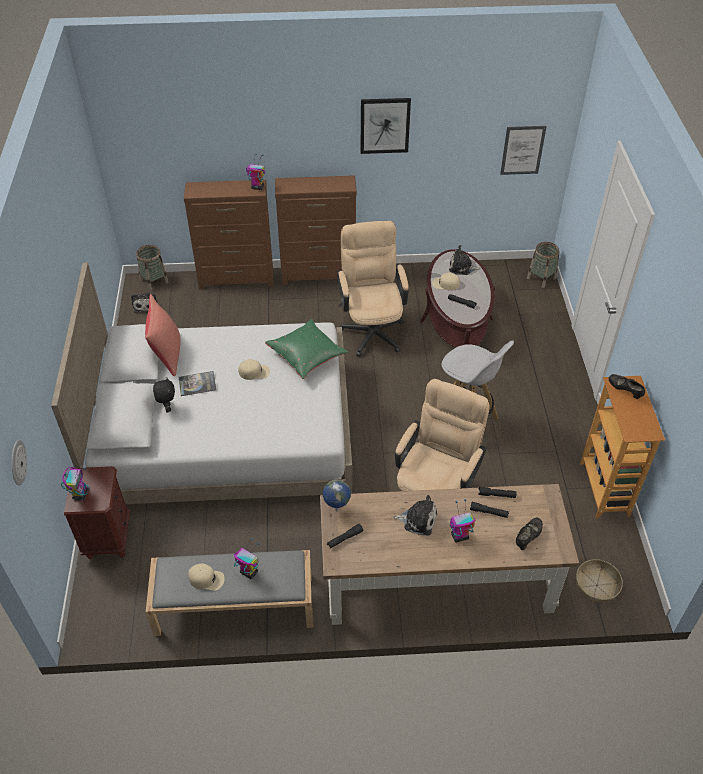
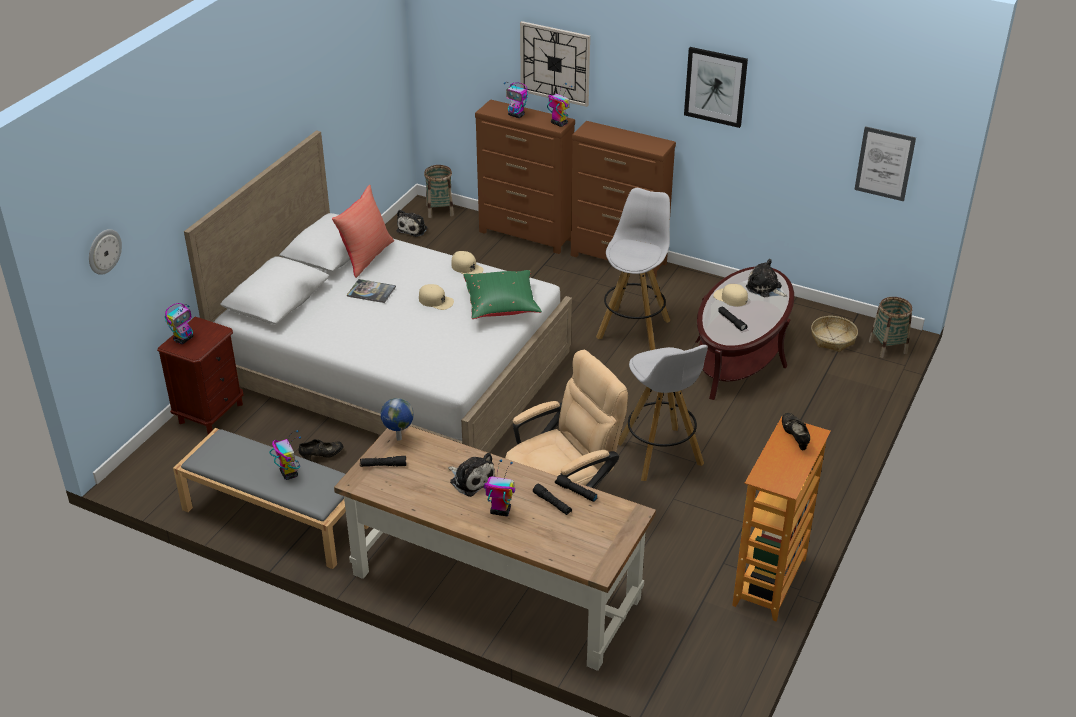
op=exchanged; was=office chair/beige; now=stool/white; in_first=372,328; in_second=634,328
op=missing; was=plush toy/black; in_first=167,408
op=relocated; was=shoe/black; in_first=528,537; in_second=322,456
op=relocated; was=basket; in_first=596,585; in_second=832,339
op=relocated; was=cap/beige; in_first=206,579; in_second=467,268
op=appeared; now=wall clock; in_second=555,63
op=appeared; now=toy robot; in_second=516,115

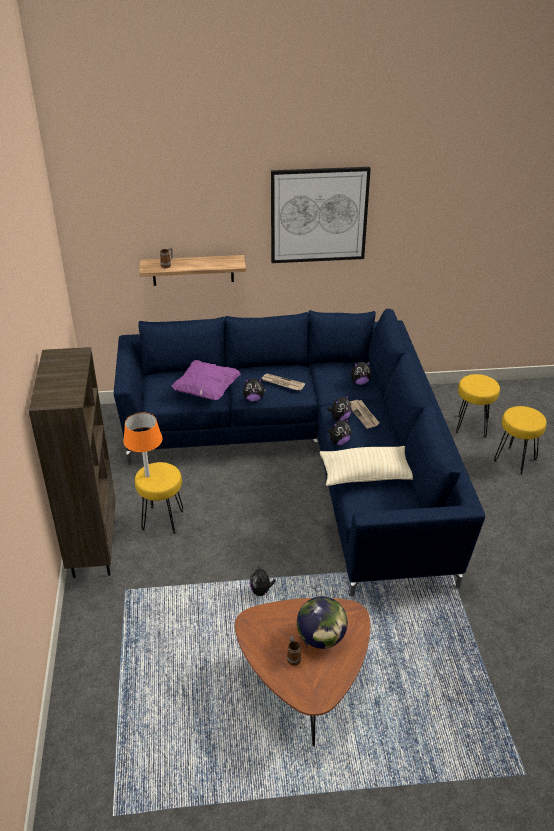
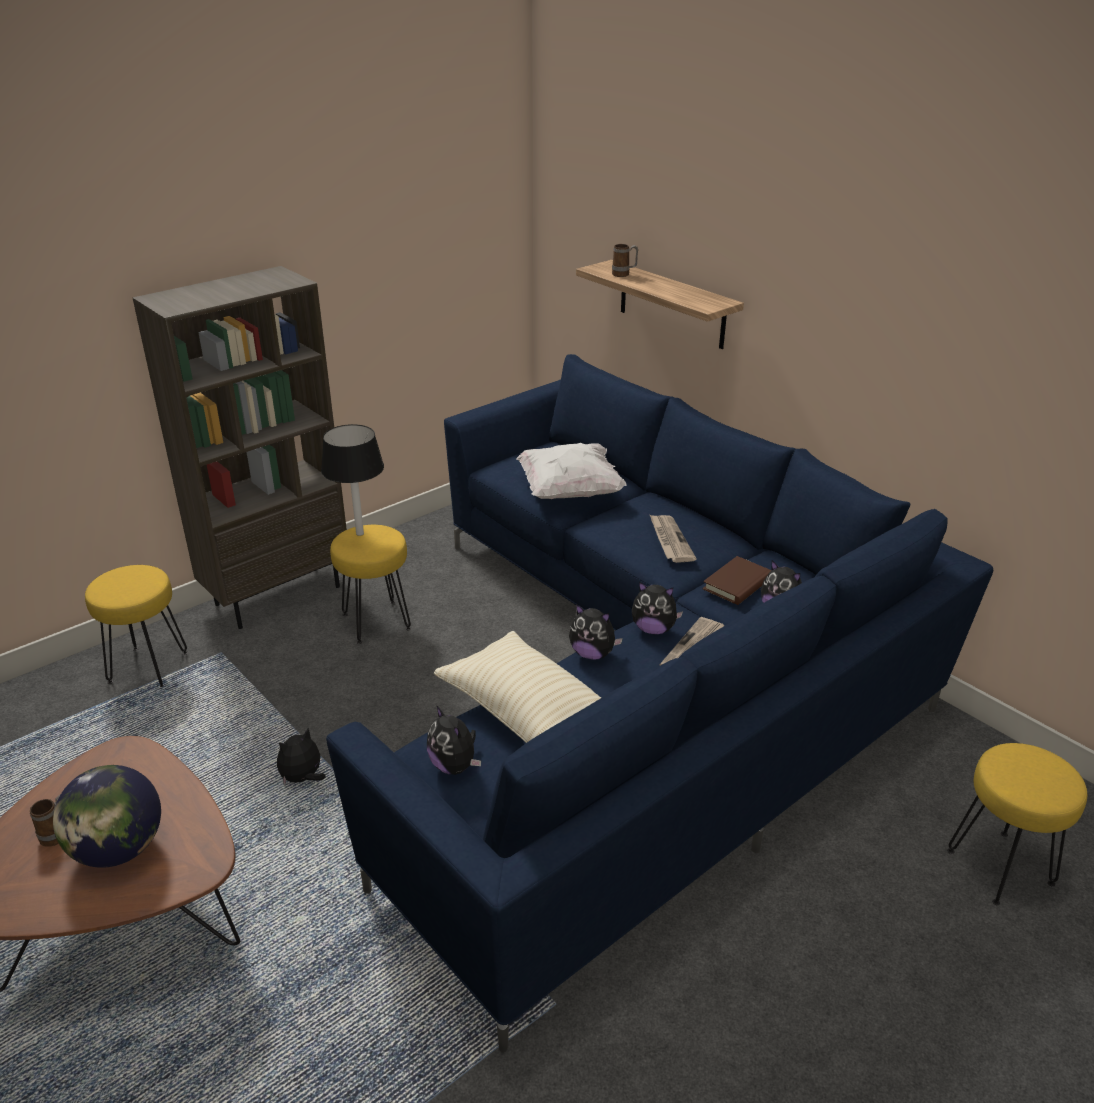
op=missing; was=picture; in_first=319,215
op=colour; was=pillow/purple; now=pillow/white; in_first=207,391; in_second=569,491
op=relocated; was=plush toy; in_first=253,399; in_second=455,766
op=relocated; was=stool/yellow; in_first=515,460; in_second=148,668
op=colour; was=table lamp/orange; now=table lamp/black; in_first=147,475; in_second=359,533
op=appeared; now=book/brown; in_second=737,584

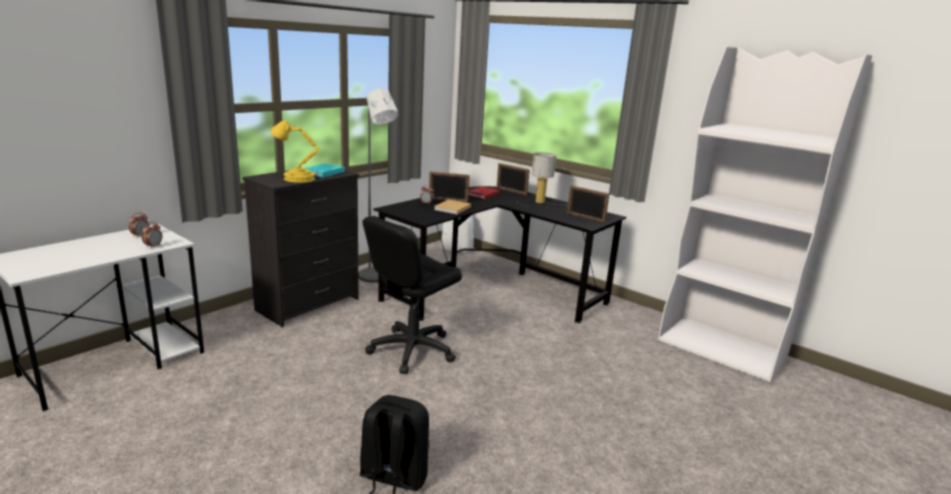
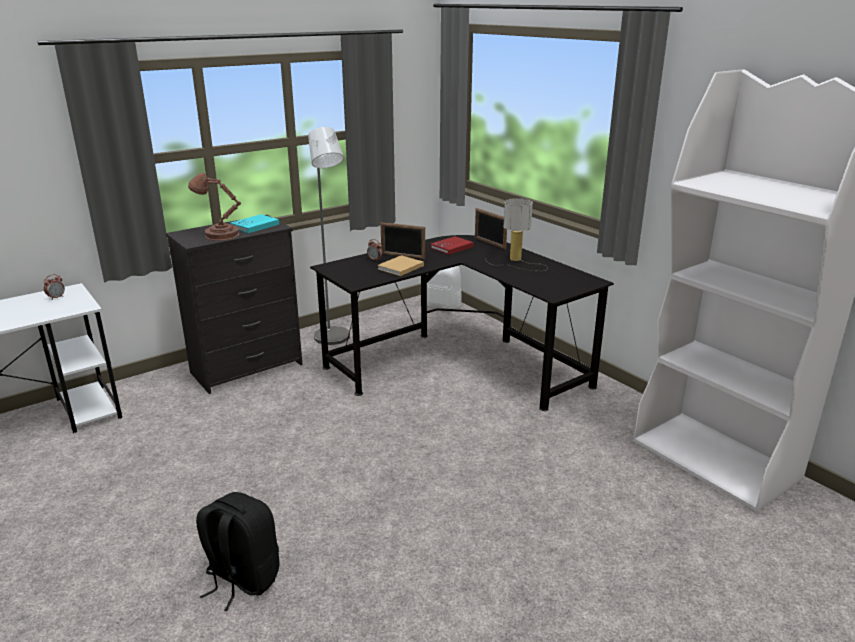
op=colour; was=table lamp/yellow; now=table lamp/brown; in_first=296,178; in_second=219,235
op=missing; was=picture frame; in_first=585,218
op=missing; was=office chair/black; in_first=412,350
op=missing; was=alarm clock; in_first=153,246

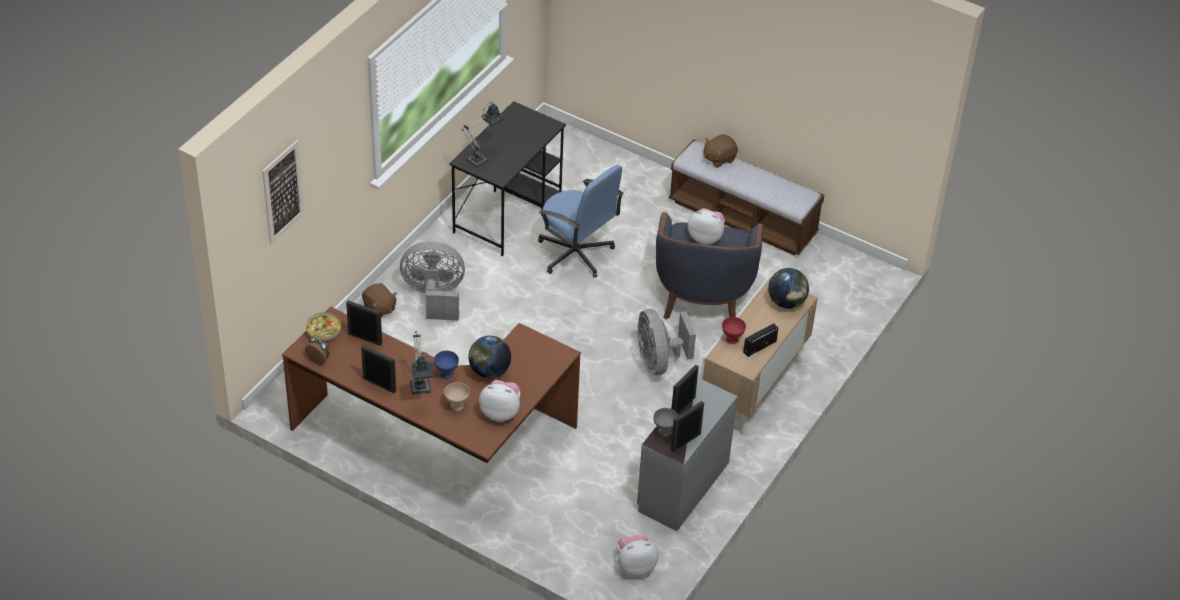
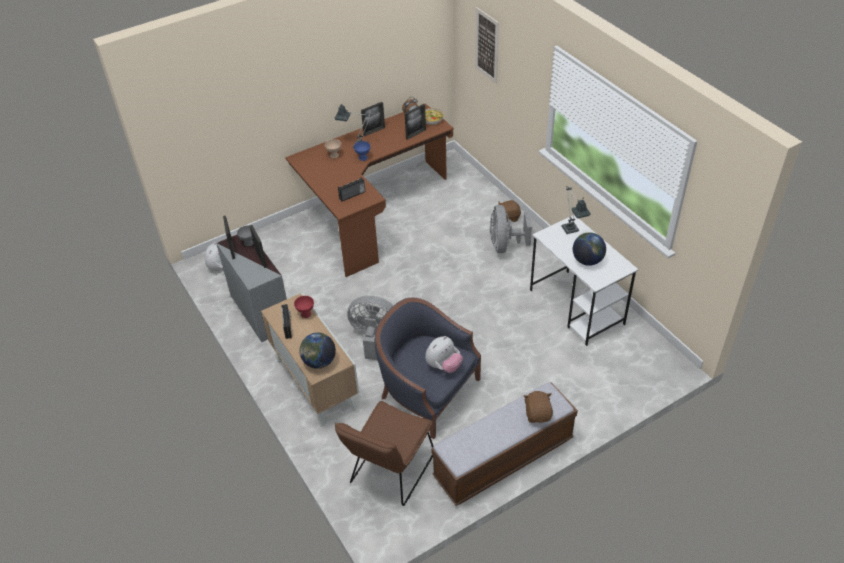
op=colour; was=desk/black; now=desk/white; in_first=508,212; in_second=577,307
op=missing; was=office chair/blue; in_first=576,254
op=spun; was=fan/grey; in_first=434,297; in_second=505,245; clockwise=150
op=relocated; was=globe; in_first=489,371; in_second=587,261
op=missing; was=plush toy; in_first=500,412
op=appeared; now=radio; in_second=352,195
op=appeared; now=chair/brown; in_second=389,473

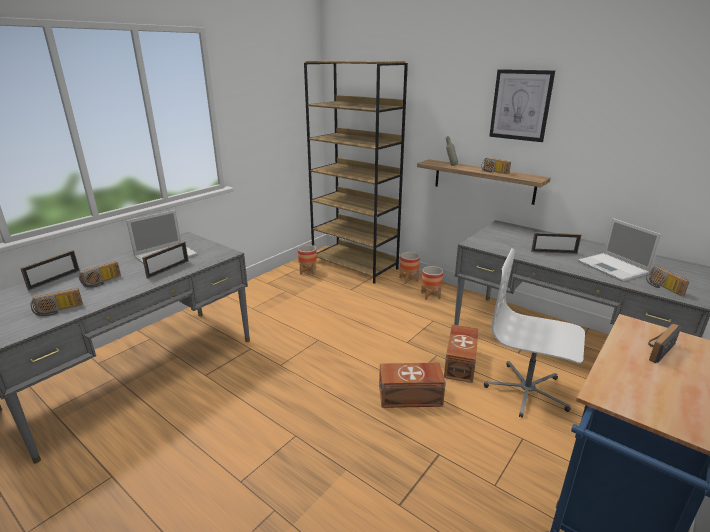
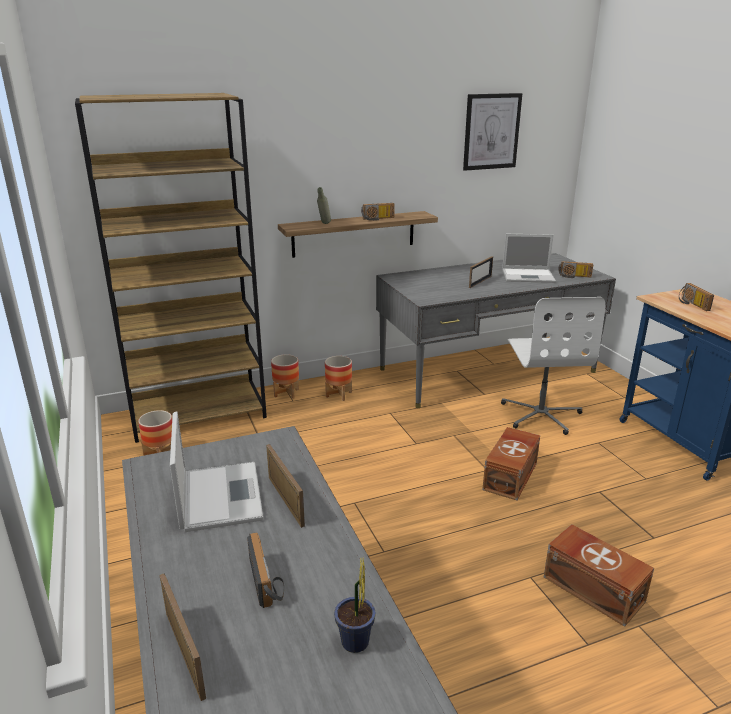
op=relocated; was=picture; in_first=520,105; in_second=491,131
op=spun; was=office chair/white; in_first=527,391; in_second=541,414; clockwise=-60
op=exchanged; was=radio; now=potted plant; in_first=58,310; in_second=355,645
op=relocated; was=storage box/brown; in_first=461,363; in_second=592,588

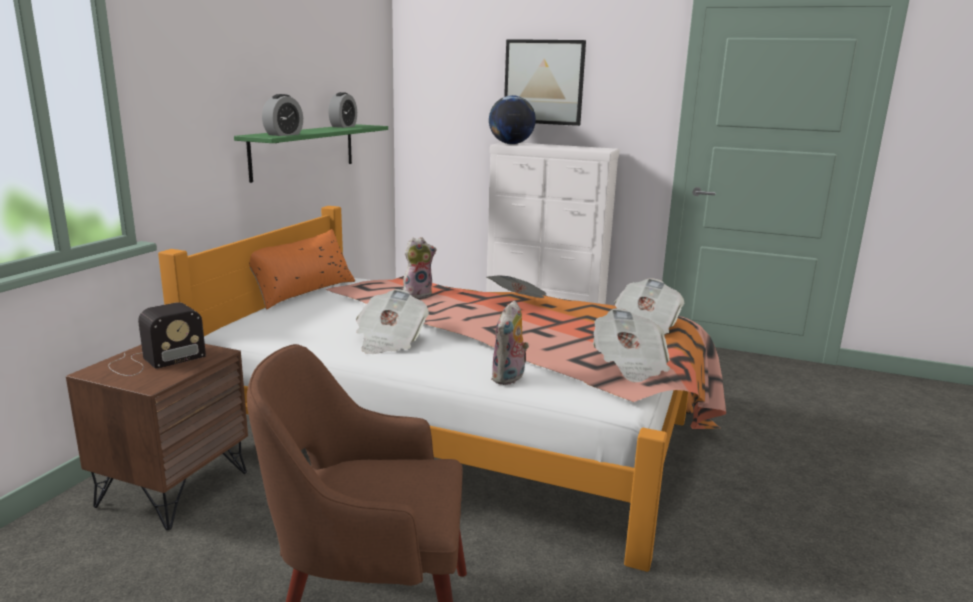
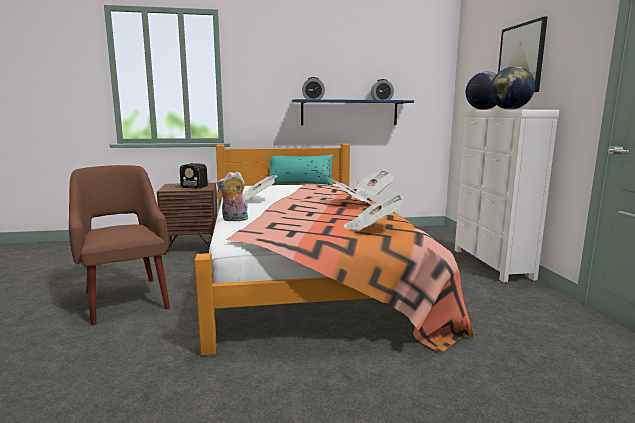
op=colour; was=shelf/green; now=shelf/blue; in_first=304,150; in_second=349,112
op=colour; was=pillow/orange; now=pillow/turquoise; in_first=303,292; in_second=300,183
op=missing; was=plush toy; in_first=418,294
op=relocated; was=newspaper; in_first=629,365; in_second=371,196
op=appeared; now=globe; in_second=509,109

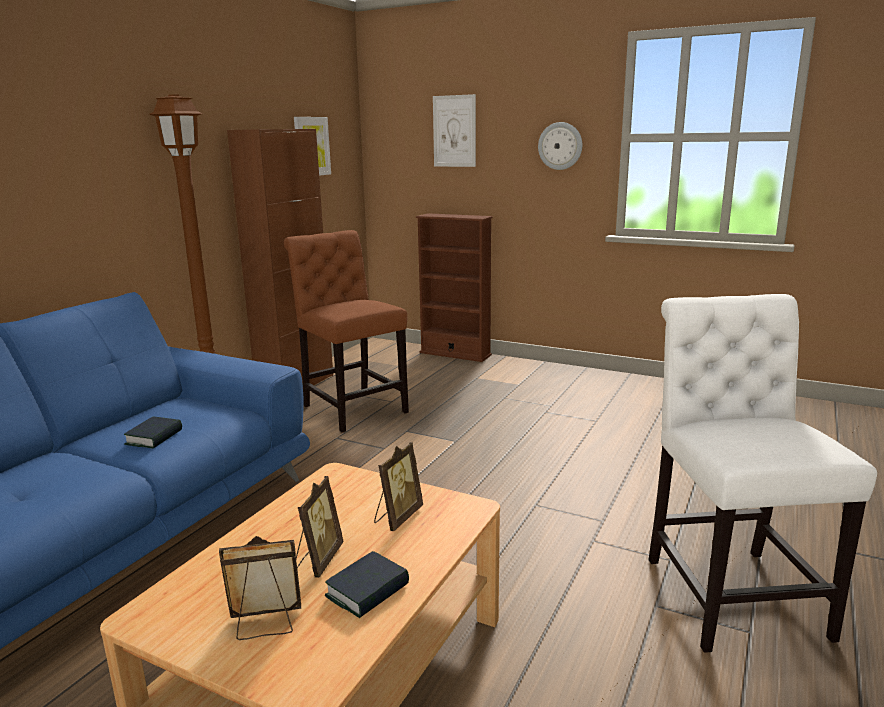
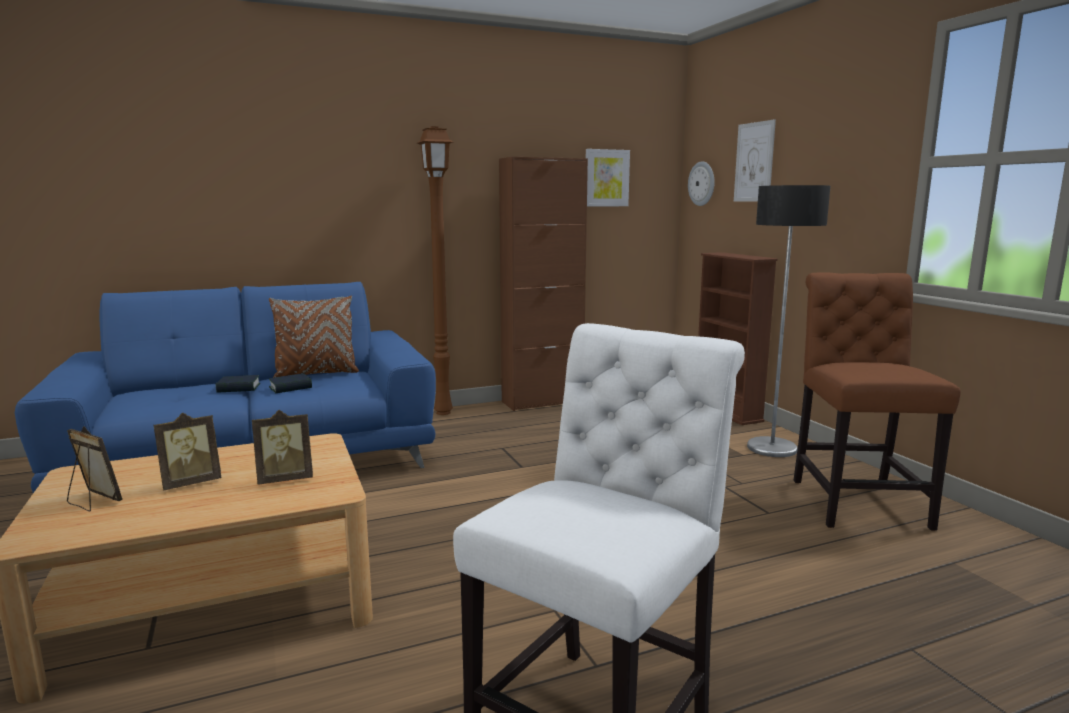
op=relocated; was=wall clock; in_first=560,146; in_second=702,183
op=relocated; was=chair/brown; in_first=352,408; in_second=855,500
op=relocated; was=book; in_first=368,591; in_second=238,388
op=appeared; now=floor lamp; in_second=772,448
op=appeared; now=pillow/brown; in_second=316,374

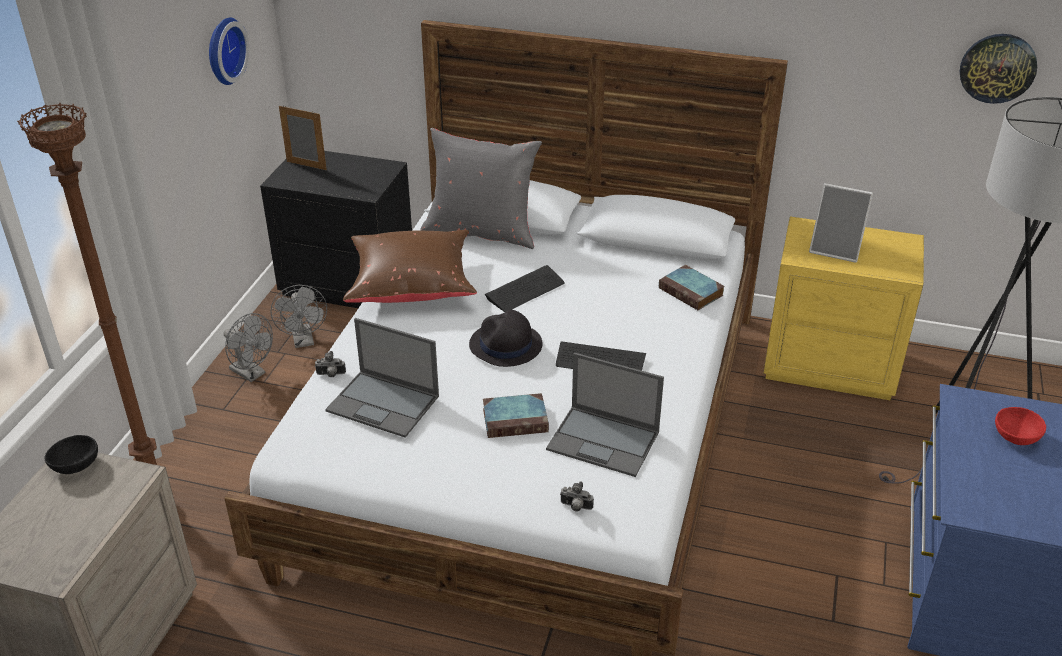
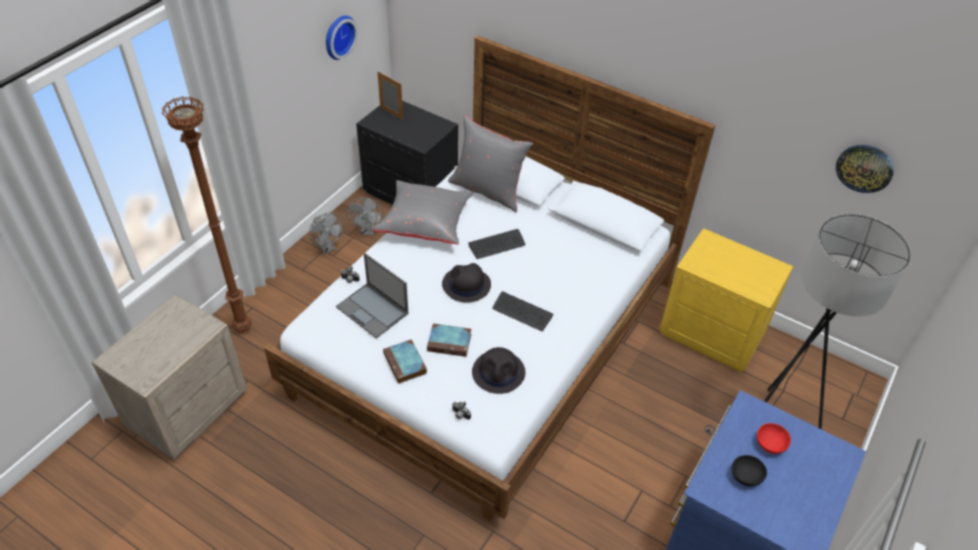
op=missing; was=picture frame; in_first=836,249
op=colour; was=pillow/brown; now=pillow/grey; in_first=411,285; in_second=425,223
op=relocated; was=book; in_first=692,292; in_second=405,364
op=exchanged; was=laptop; now=hat/black; in_first=604,441; in_second=499,372
op=relocated; was=bowl/black; in_first=75,465; in_second=745,476

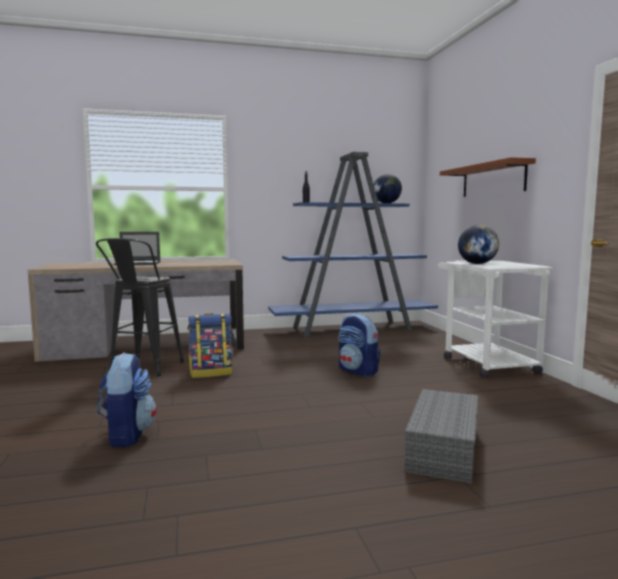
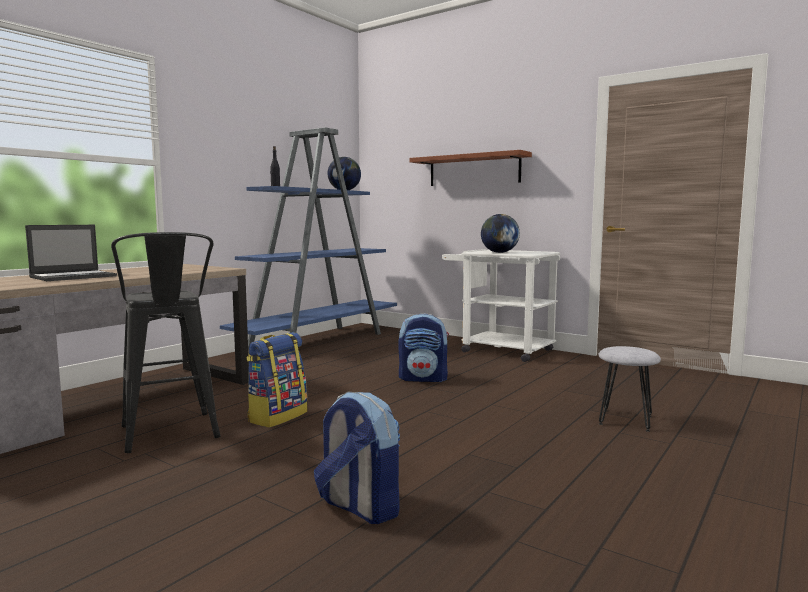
op=exchanged; was=storage box/grey; now=stool/grey; in_first=442,448; in_second=625,420

